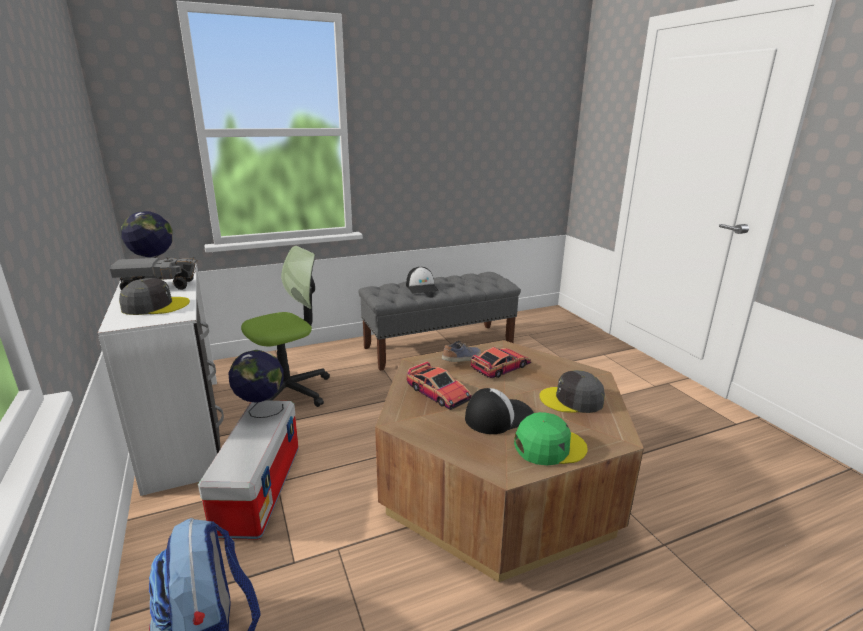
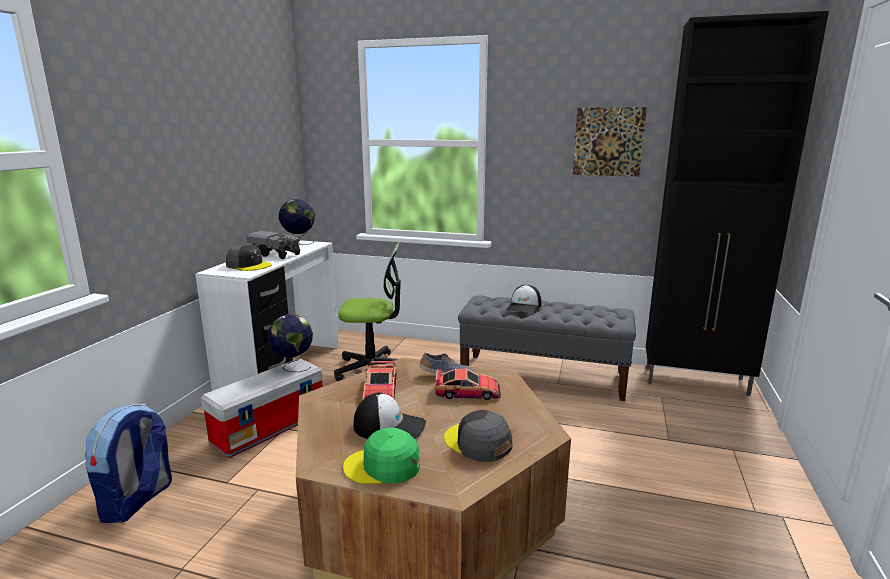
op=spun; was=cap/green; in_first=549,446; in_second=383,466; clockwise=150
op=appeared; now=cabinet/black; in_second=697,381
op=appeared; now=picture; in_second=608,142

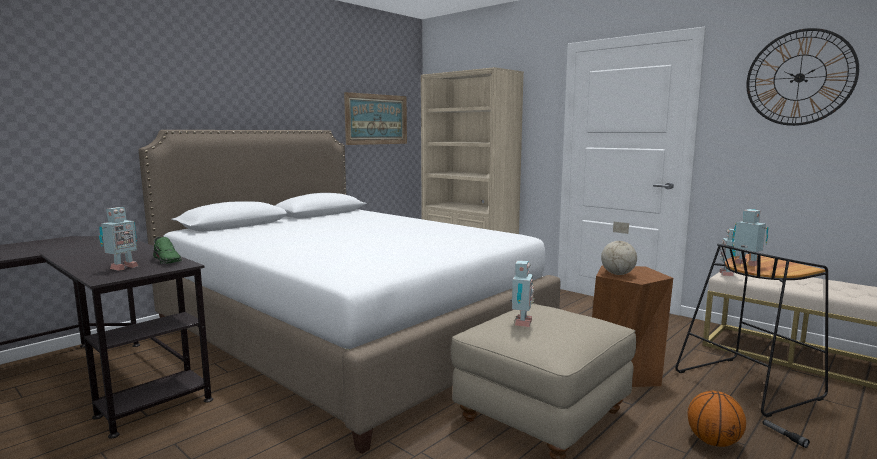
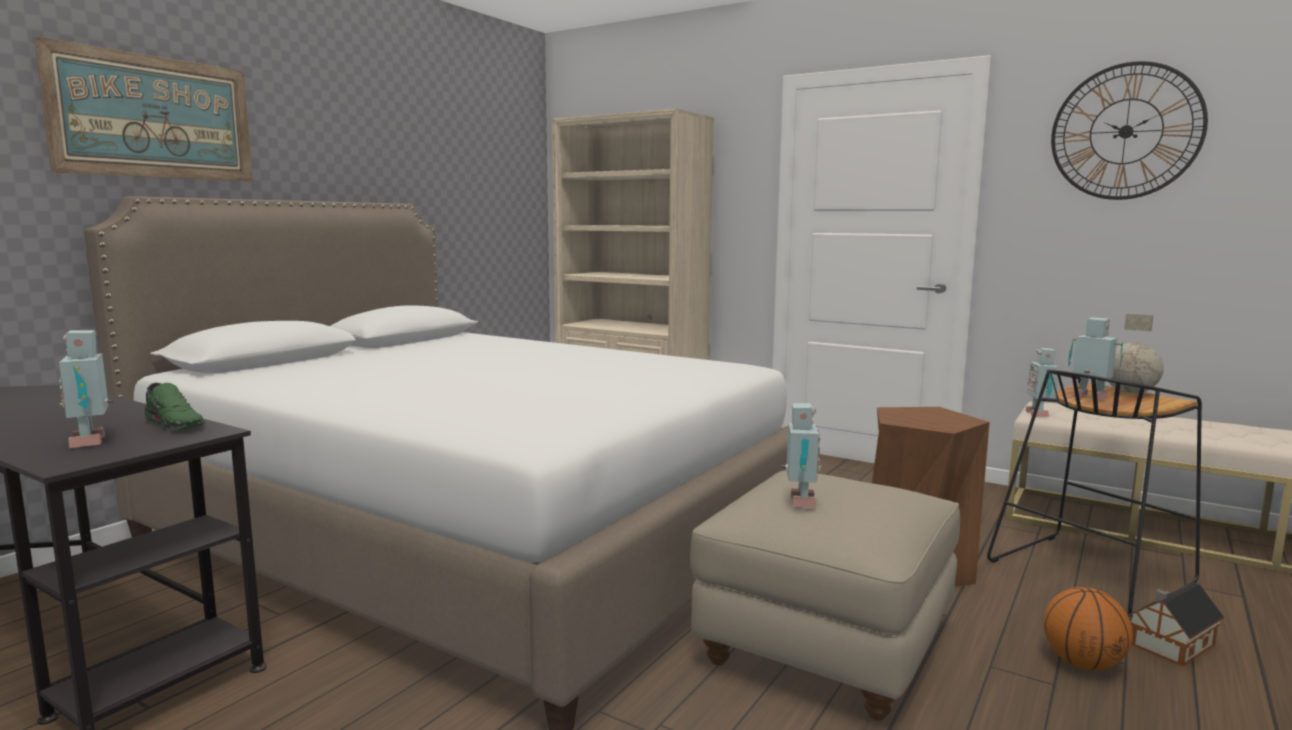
op=relocated; was=picture; in_first=376,119; in_second=154,117
op=spun; was=toy robot; in_first=122,268; in_second=92,441; clockwise=135
op=relocated; was=globe; in_first=617,274; in_second=1129,392
op=exchanged; was=flashlight; now=toy house; in_first=784,436; in_second=1170,645

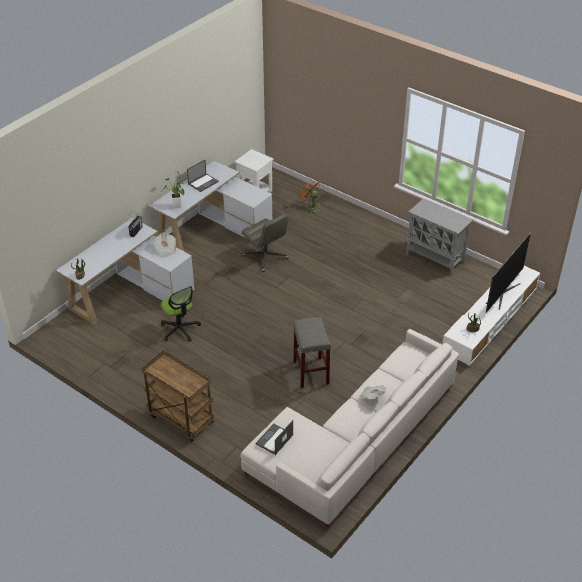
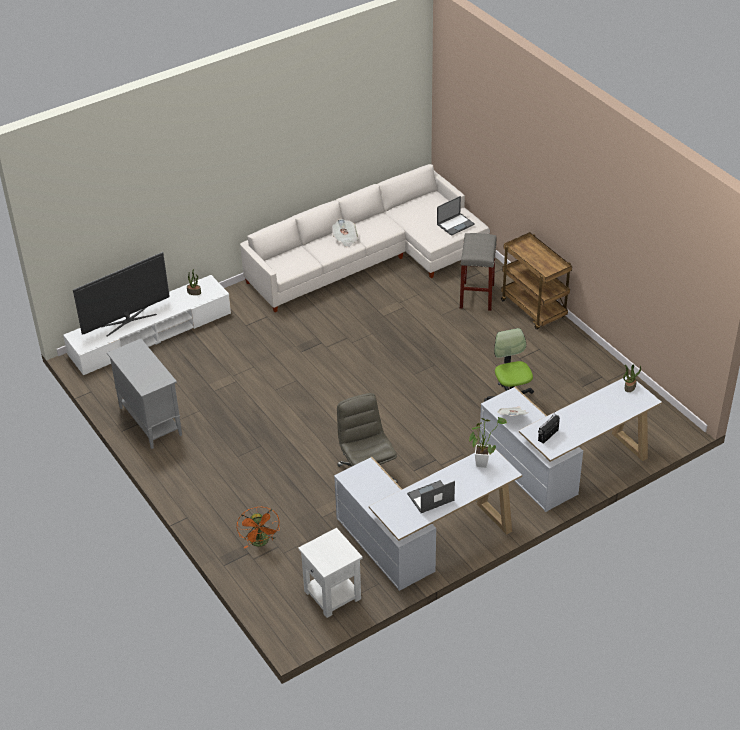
op=relocated; was=stool/grey; in_first=310,372; in_second=477,296

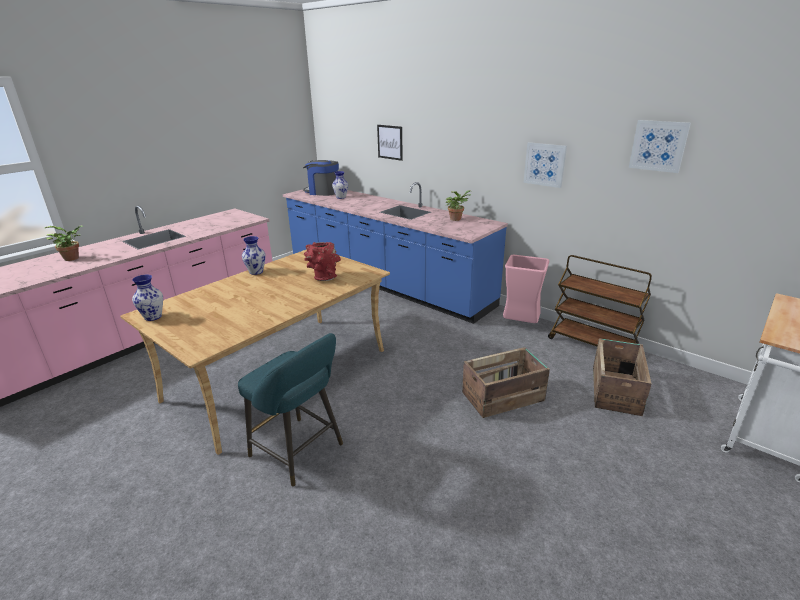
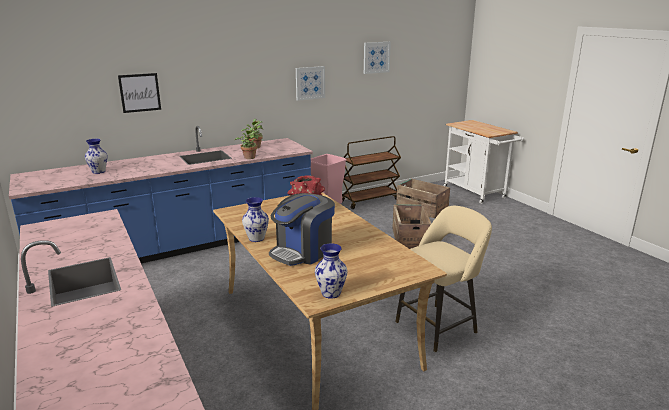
op=relocated; was=coffee machine; in_first=322,192; in_second=303,252
op=relocated; was=potted plant; in_first=73,258; in_second=249,157
op=colour; was=stool/turquoise; now=stool/beige; in_first=300,453; in_second=439,326

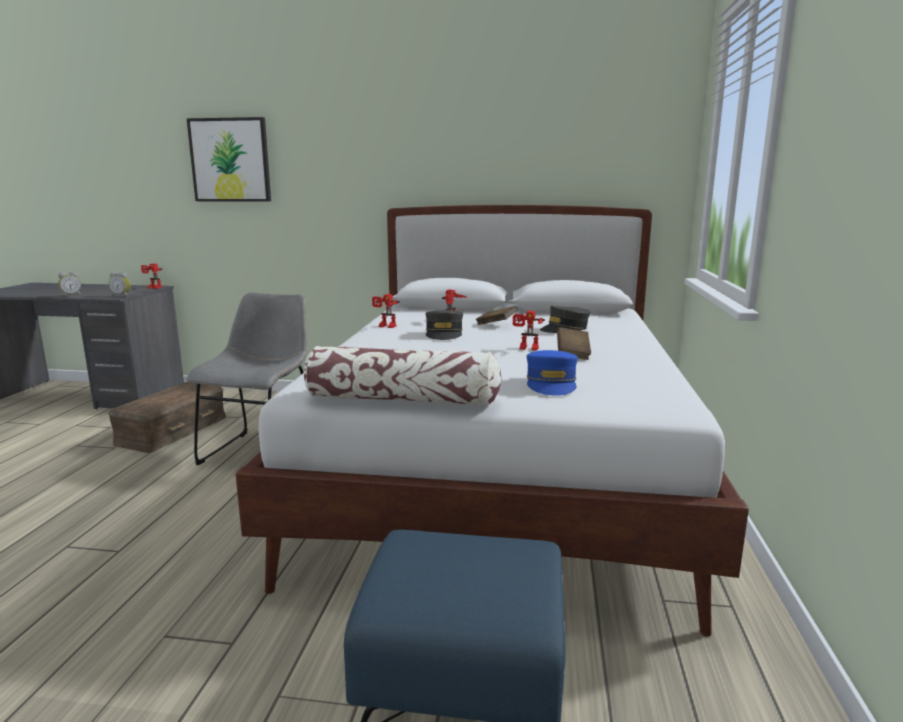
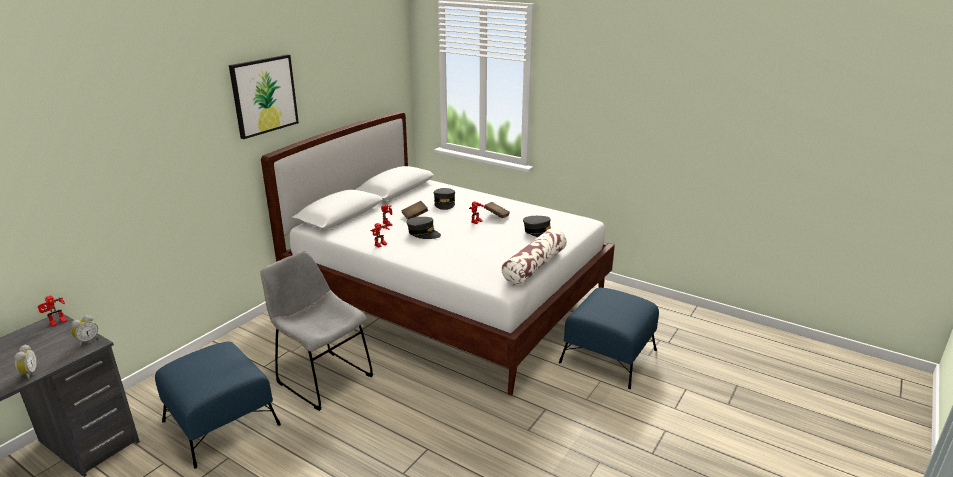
op=relocated; was=picture; in_first=230,160; in_second=264,95
op=colour; was=cap/blue; now=cap/grey; in_first=551,384; in_second=539,232
op=exchanged; was=storage box/brown; now=ottoman/blue; in_first=172,430; in_second=221,422

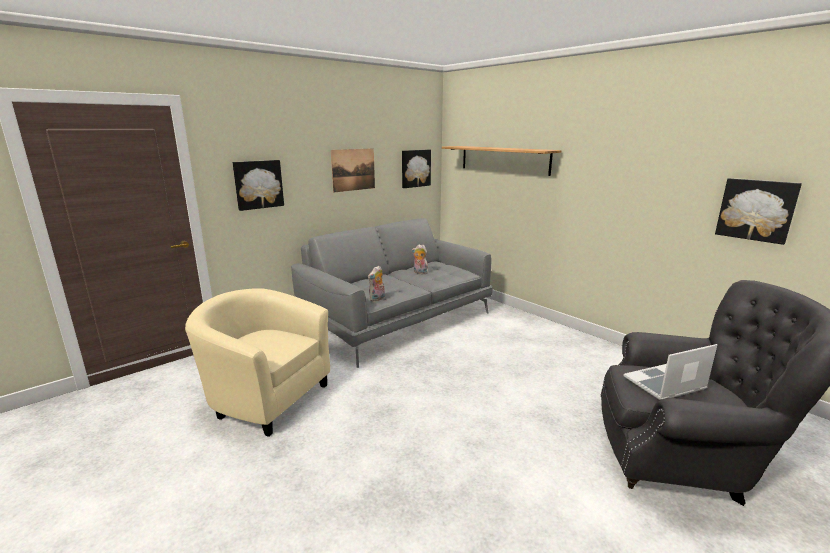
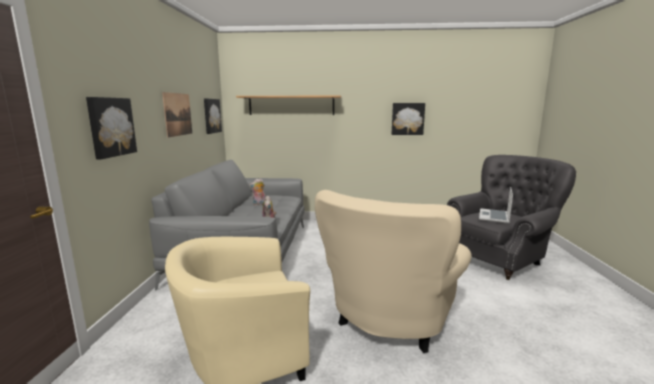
op=relocated; was=picture; in_first=756,210; in_second=407,119
op=appeared; now=armchair/beige; in_second=388,323

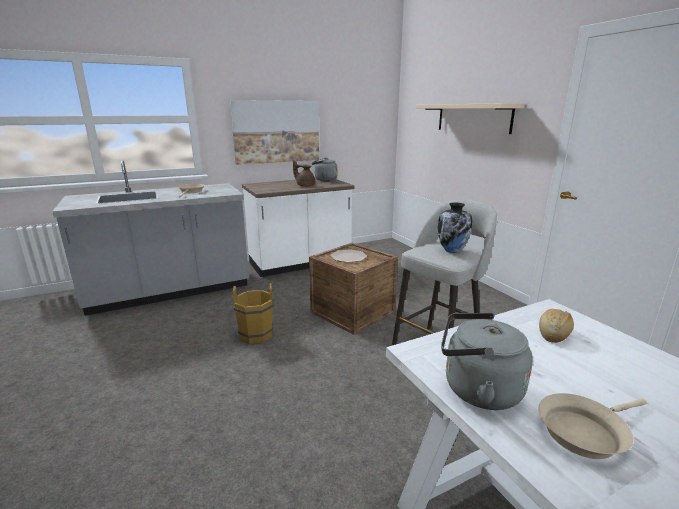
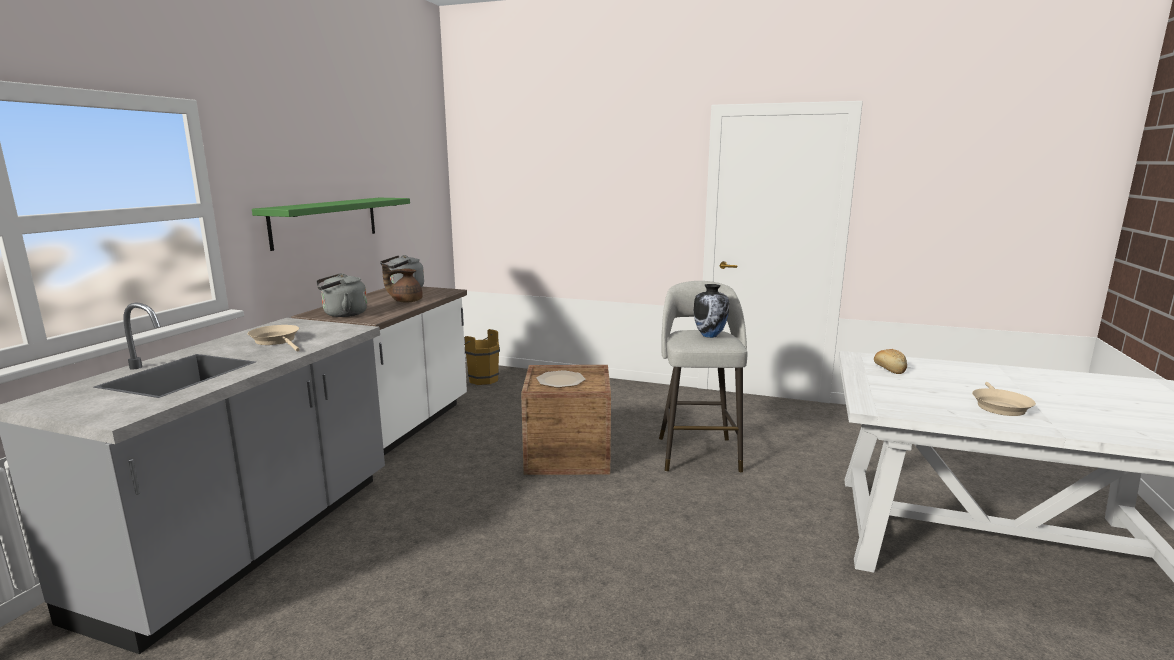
op=exchanged; was=picture; now=shelf/green; in_first=276,131; in_second=325,221
op=missing; was=shelf/beige; in_first=473,118
op=relocated; was=bucket/brown; in_first=256,333; in_second=481,379
op=relocated; was=kettle/grey; in_first=476,389; in_second=342,314

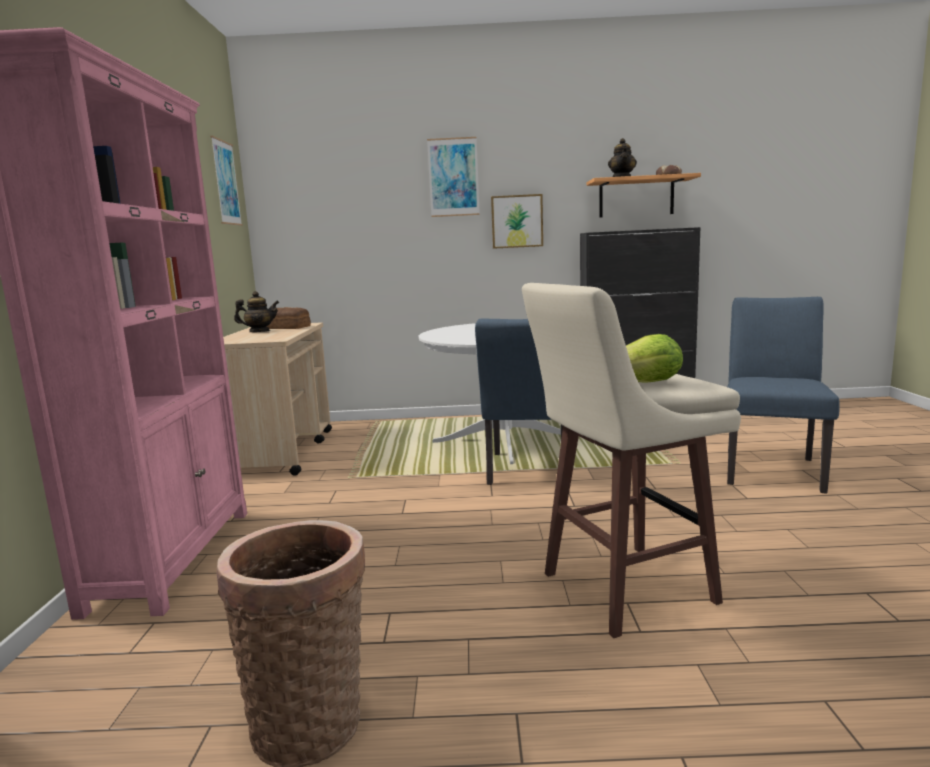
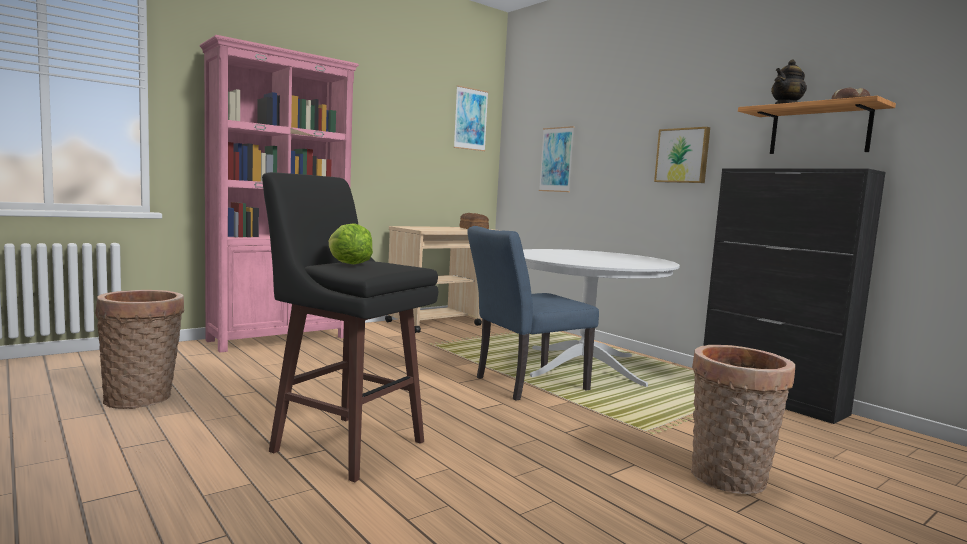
op=relocated; was=picture; in_first=453,177; in_second=556,159
op=colour; was=stool/beige; now=stool/black; in_first=623,588; in_second=346,445
op=missing; was=teapot; in_first=259,332
op=exchanged; was=chair/blue; now=basket; in_first=771,468; in_second=729,480

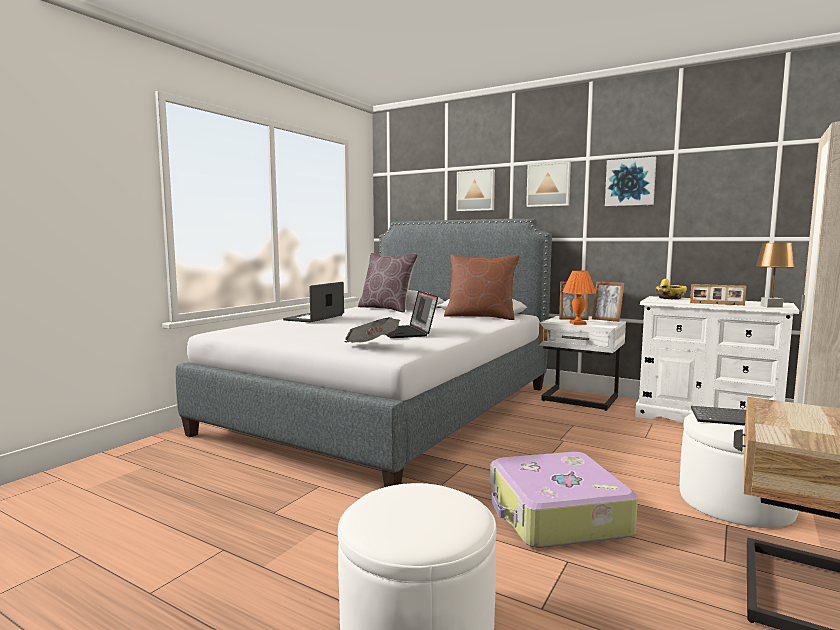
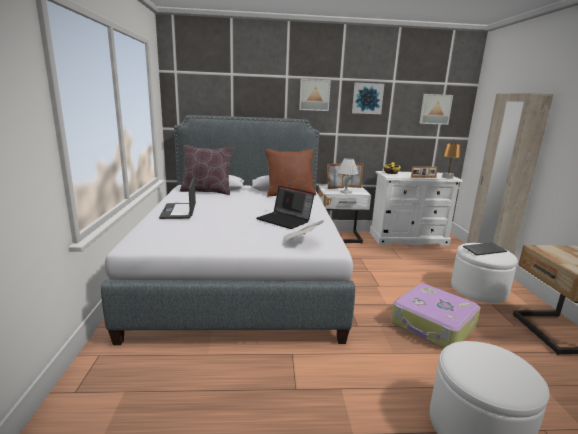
op=relocated; was=picture; in_first=476,191; in_second=435,109
op=colour; was=table lamp/orange; now=table lamp/white; in_first=578,323; in_second=346,192

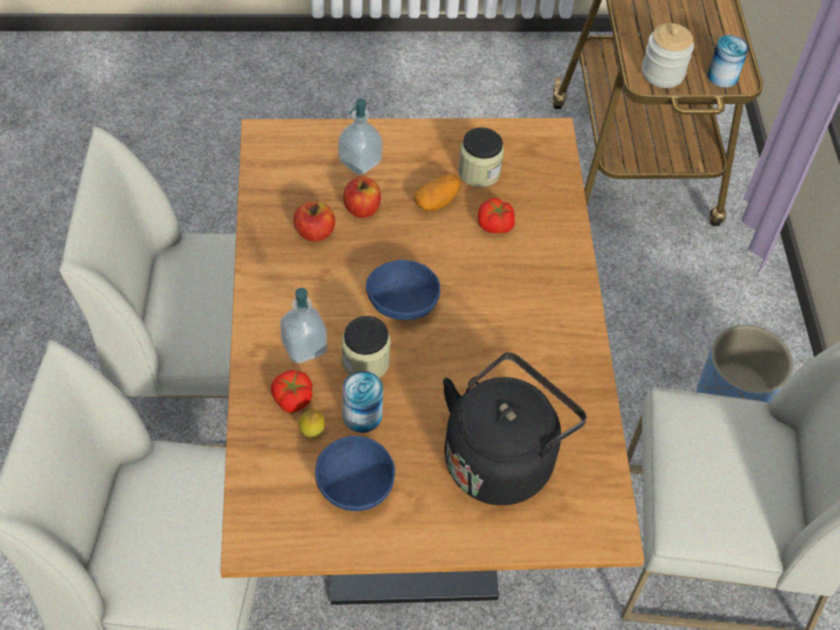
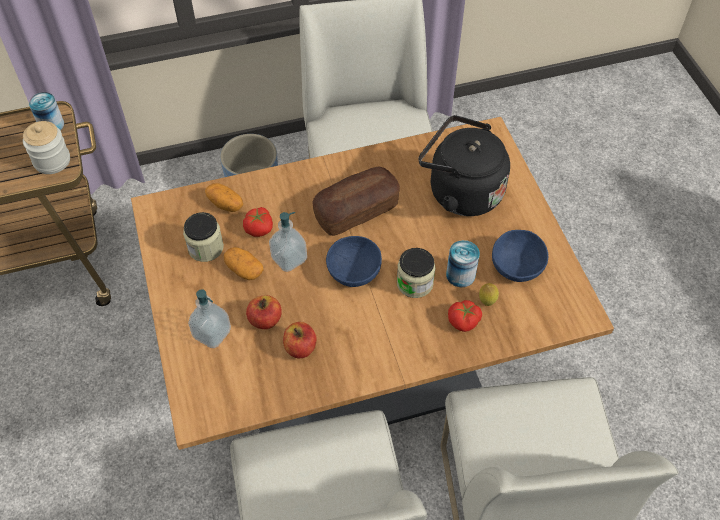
op=relocated; was=soap dispenser; in_first=304,347; in_second=289,259
op=appeared; now=bread; in_second=356,211
op=appeared; now=potato; in_second=225,204

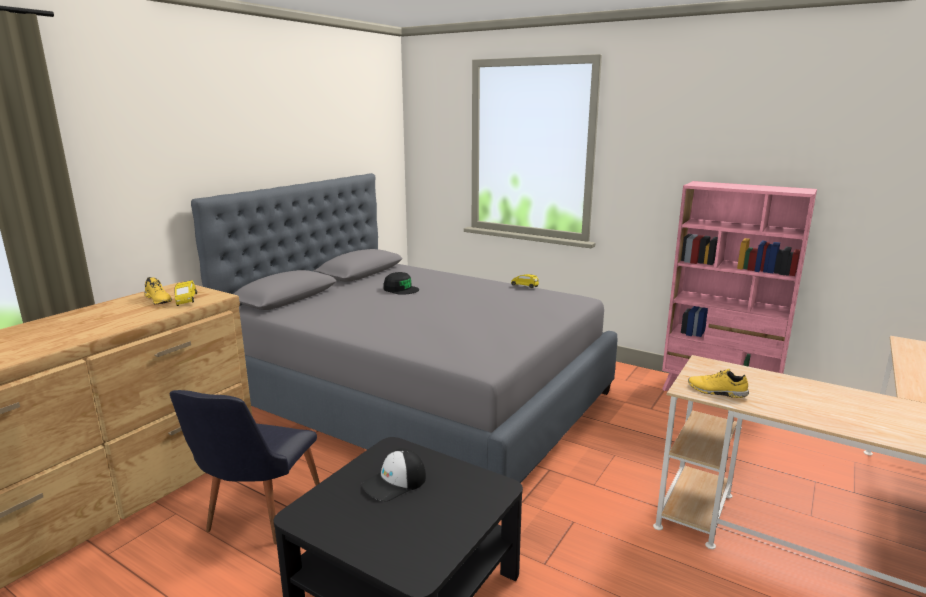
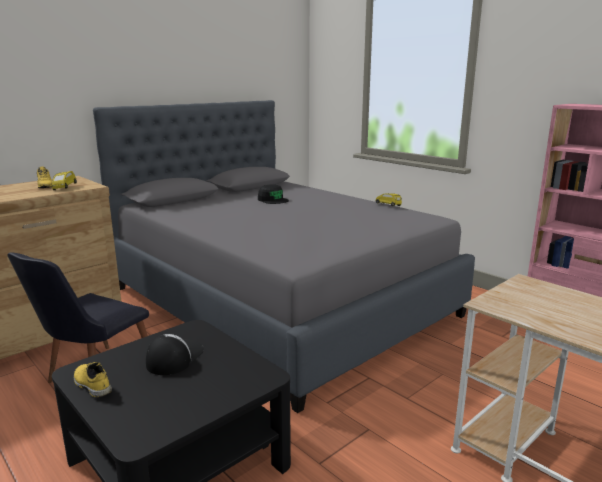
op=relocated; was=shoe/yellow; in_first=716,392; in_second=91,385
op=spun; was=cap; in_first=394,482; in_second=174,357; clockwise=135

